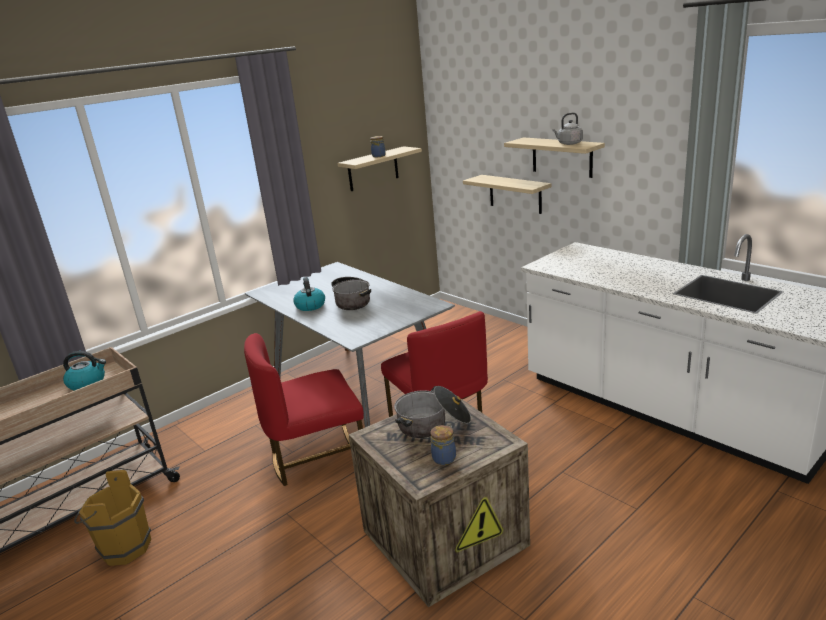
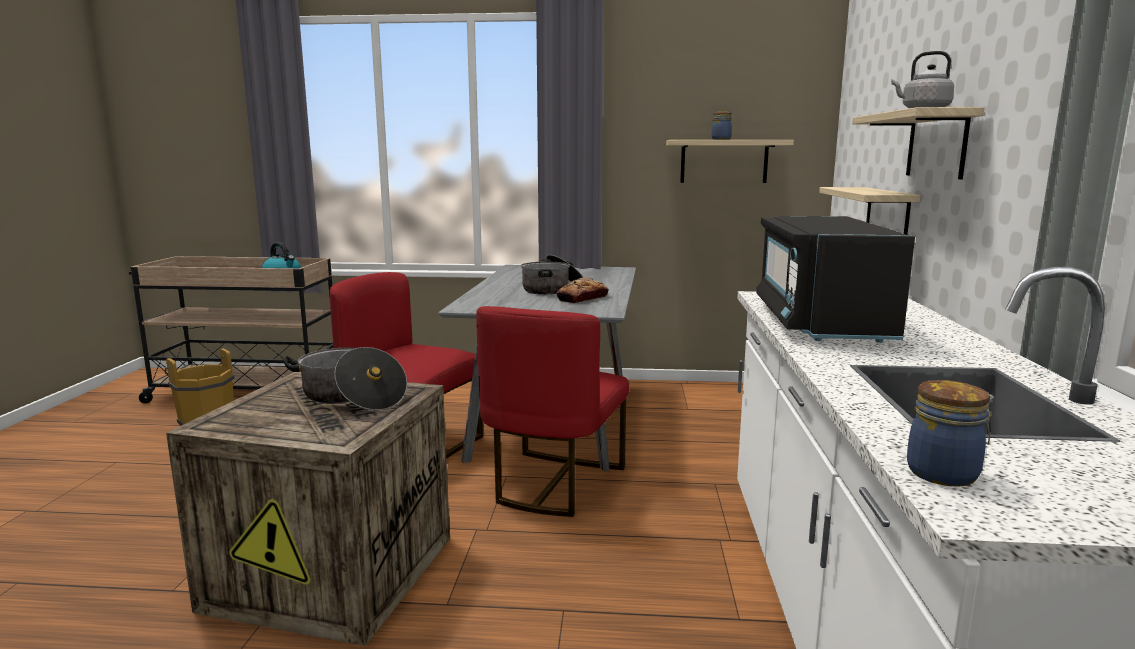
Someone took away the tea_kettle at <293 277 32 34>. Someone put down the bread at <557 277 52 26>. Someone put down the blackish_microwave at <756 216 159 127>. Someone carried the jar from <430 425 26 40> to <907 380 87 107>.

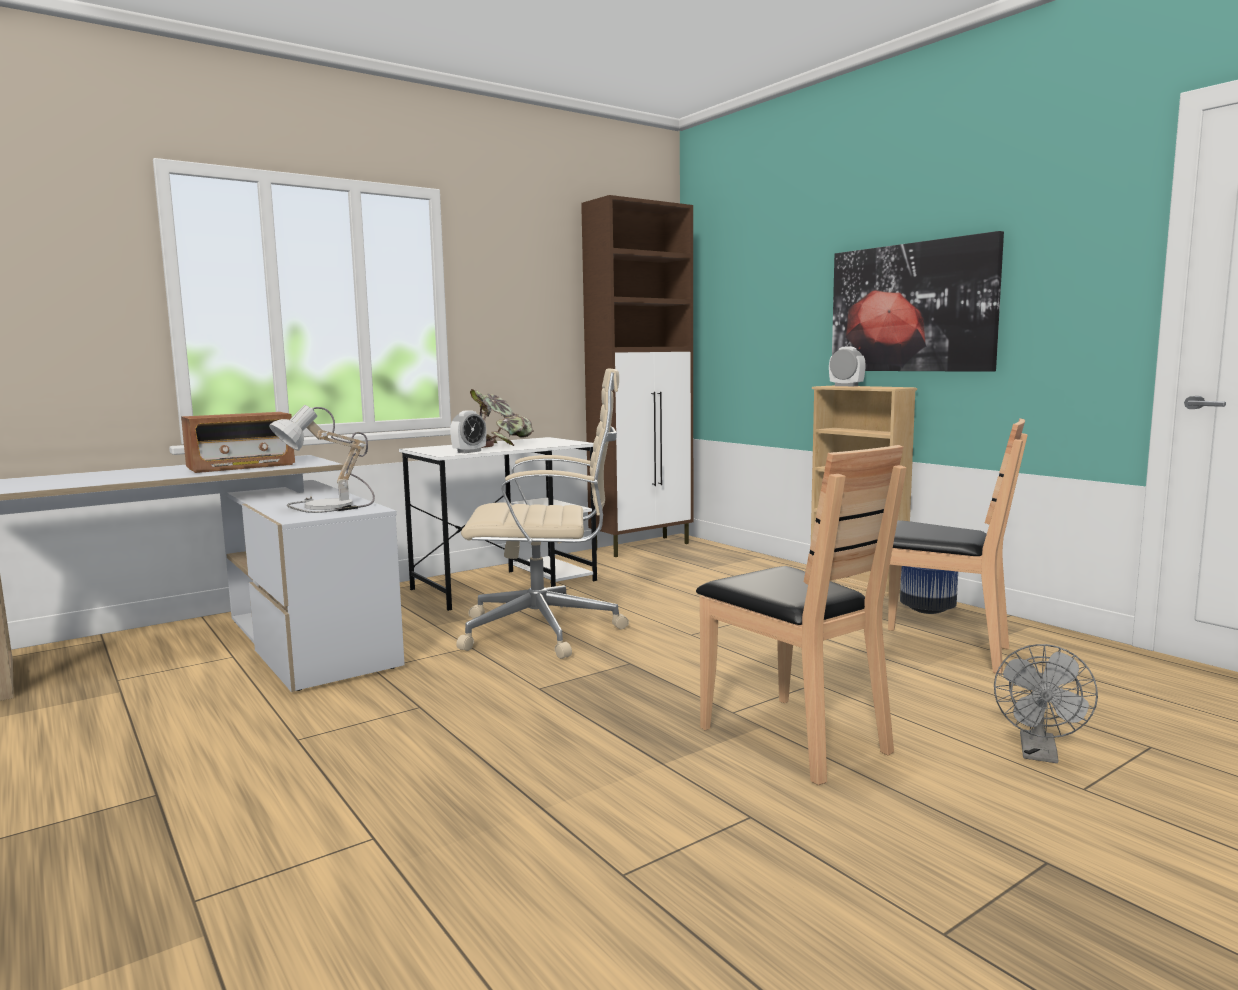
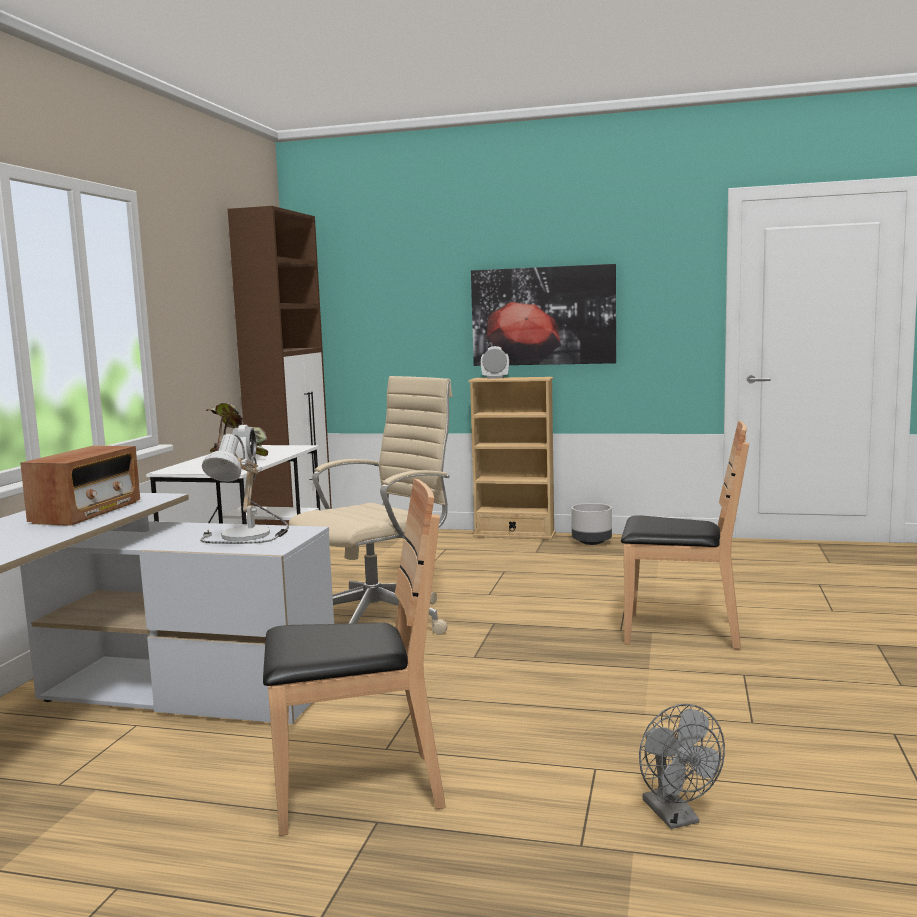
Someone carried the brownish_chair from <888 418 140 256> to <263 479 183 357>. Someone carried the gray_electric_fan from <994 644 104 119> to <639 704 86 125>. Someone repainted the blue-coloured_flower_pot at <900 566 58 48>, which became the gray_flower_pot at <571 503 41 42>.

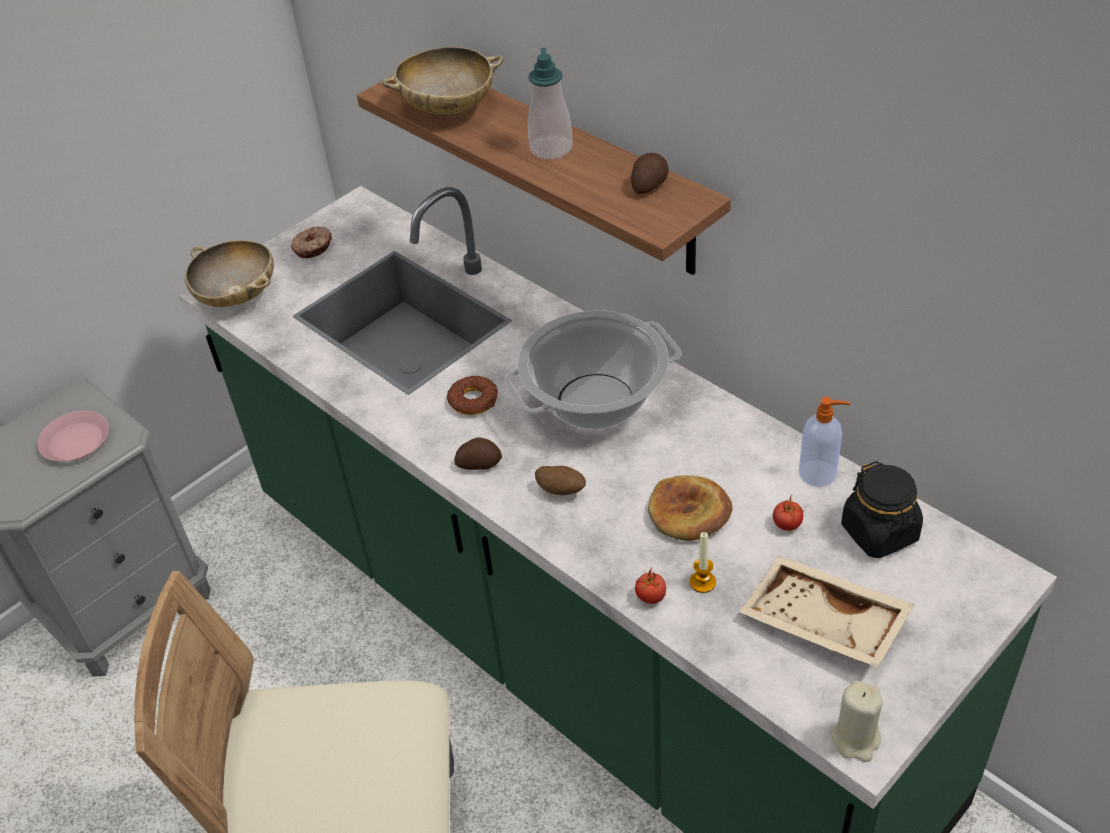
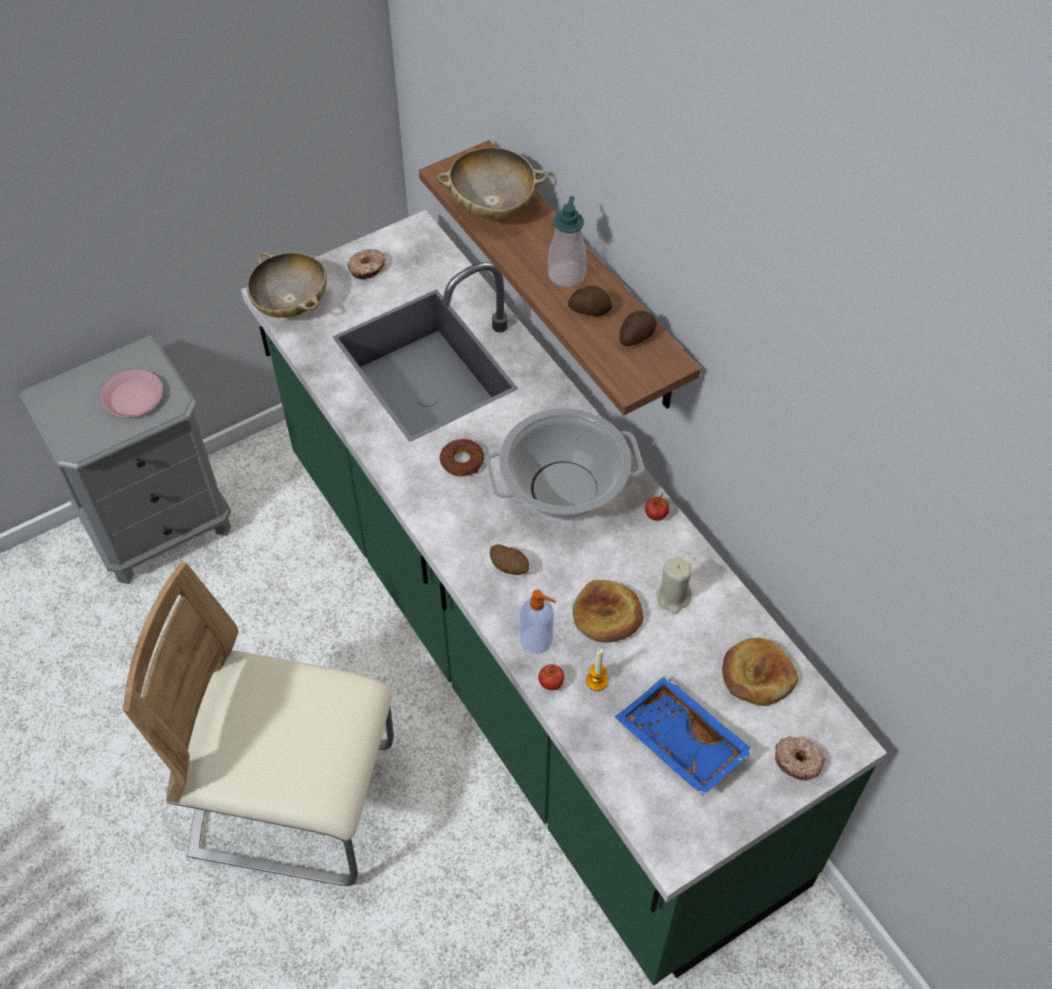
Someone put down the ring_doughnut at <775 736 50 45>. Someone carried the whole_potato from <454 438 48 32> to <568 285 44 32>. Someone carried the whole_tomato from <773 494 31 37> to <645 493 24 28>. Someone carried the soap_dispenser from <799 397 51 90> to <520 590 36 64>. Someone carried the beige_wax_light from <831 681 52 81> to <656 557 36 57>. Someone swapped the blackish_jar at <841 461 82 97> for the bread at <722 638 76 68>. Someone repainted the beige_tray at <739 556 176 112>, which became the blue-coloured_tray at <615 676 139 120>.

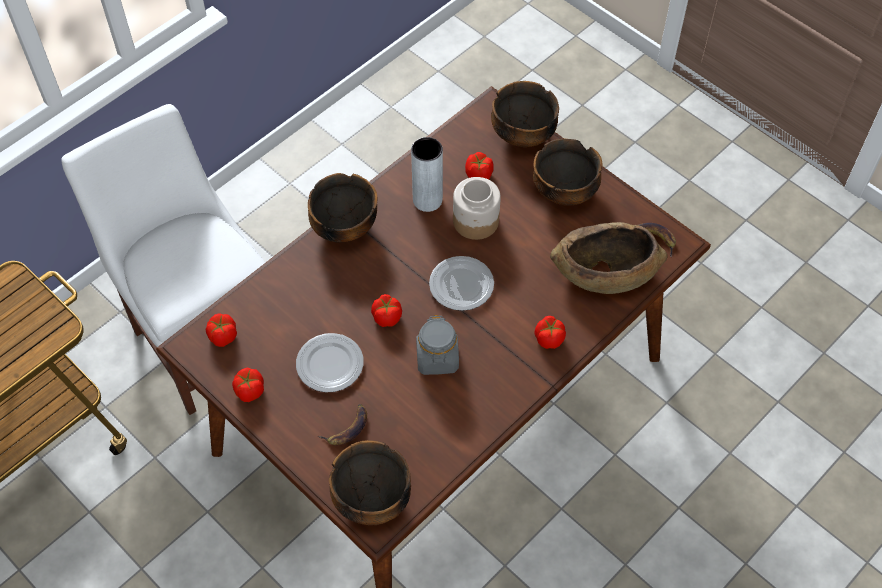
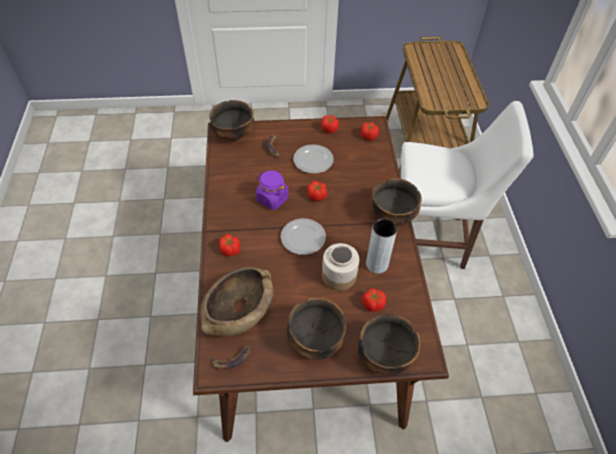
Someone repainted the gray_jar at <416 315 43 60>, which became the purplish_jar at <256 171 33 39>.

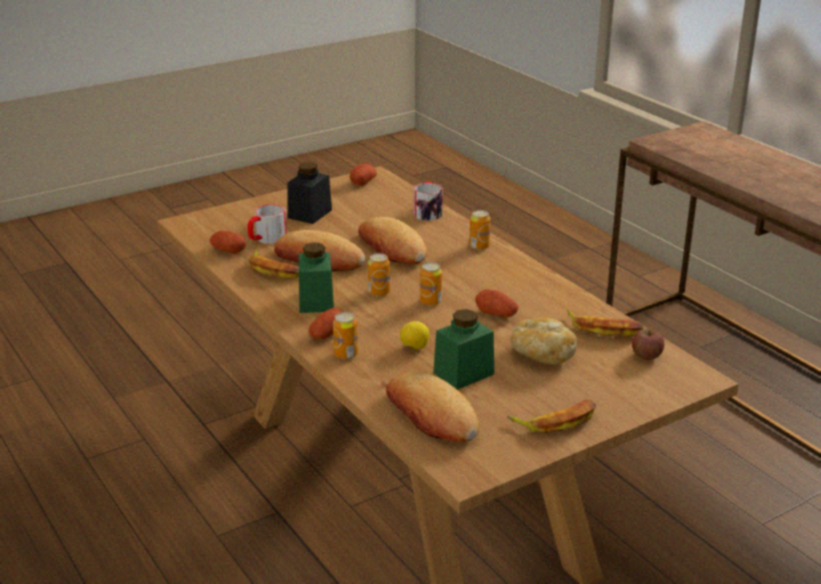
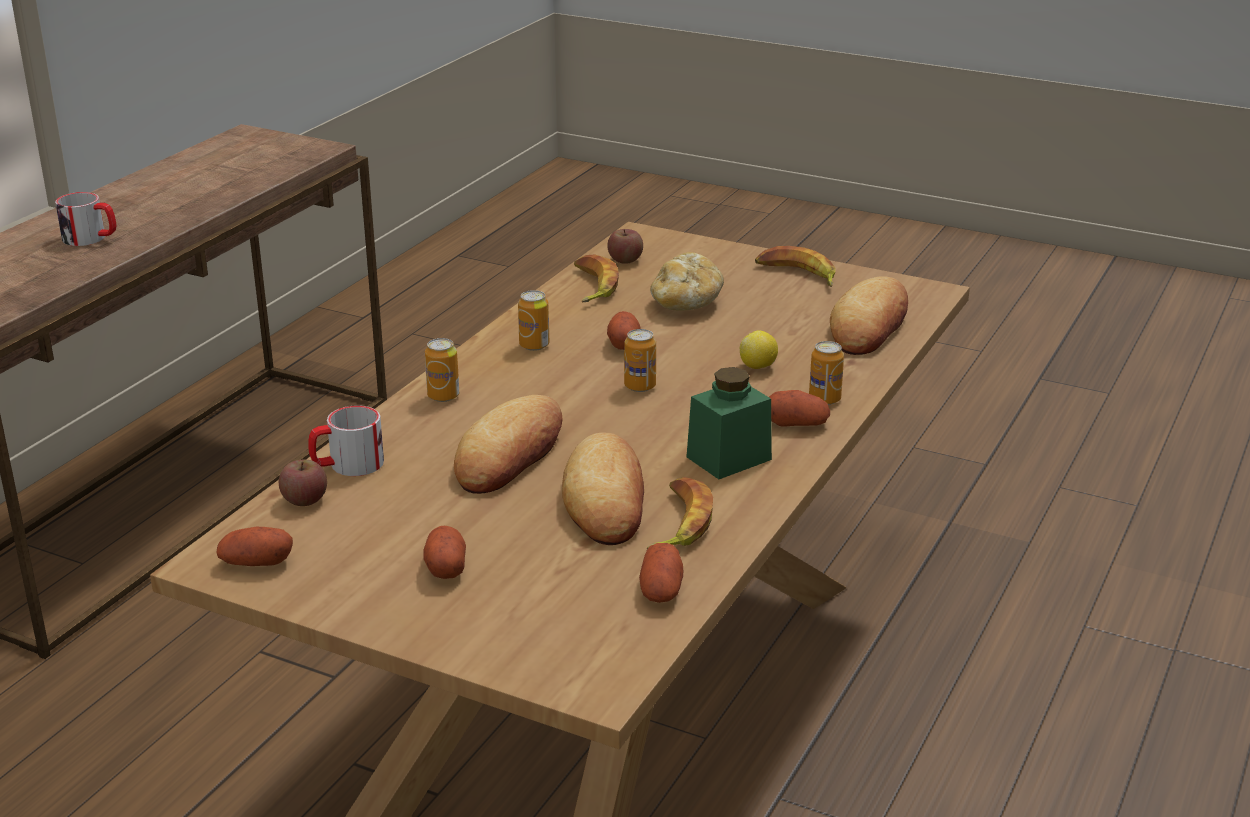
Someone took away the green_jar at <433 309 61 81>. Someone put down the whole_apple at <279 460 48 46>. Someone carried the mug from <248 204 39 40> to <55 192 61 54>. Someone carried the can from <368 253 22 43> to <518 290 31 61>. Someone swapped the blackish_jar at <288 162 44 62> for the whole_potato at <423 526 43 53>.

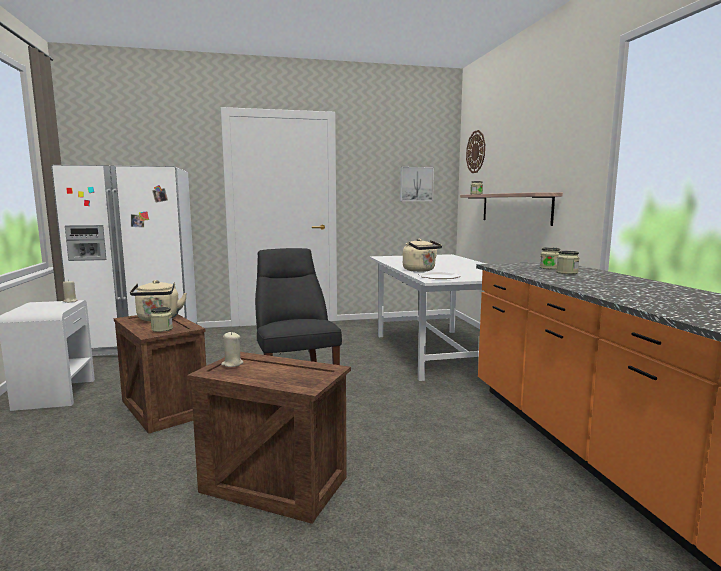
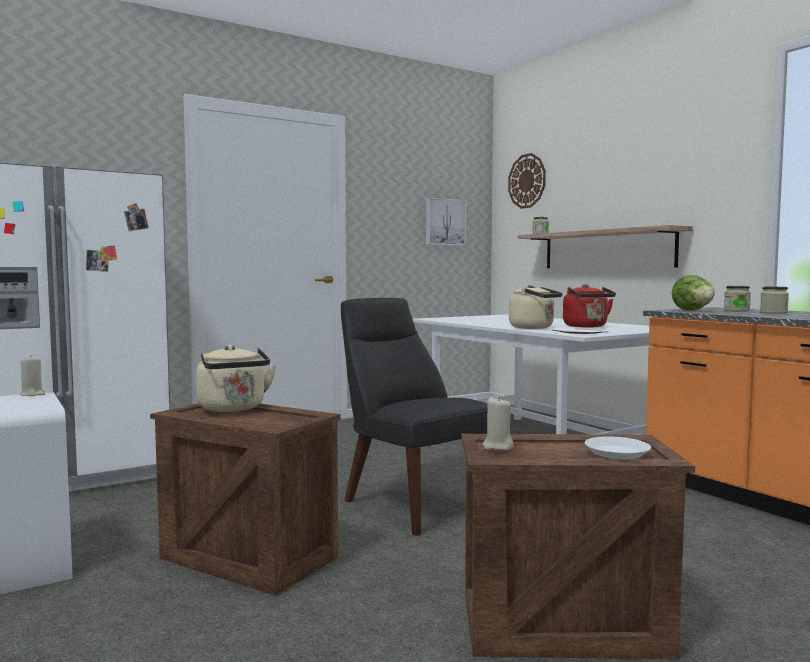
Someone took away the jar at <150 307 23 25>. Someone put down the reddish_tea_kettle at <563 284 53 44>. Someone put down the white_plate at <585 437 66 22>. Someone put down the lettuce_head at <671 275 44 36>.

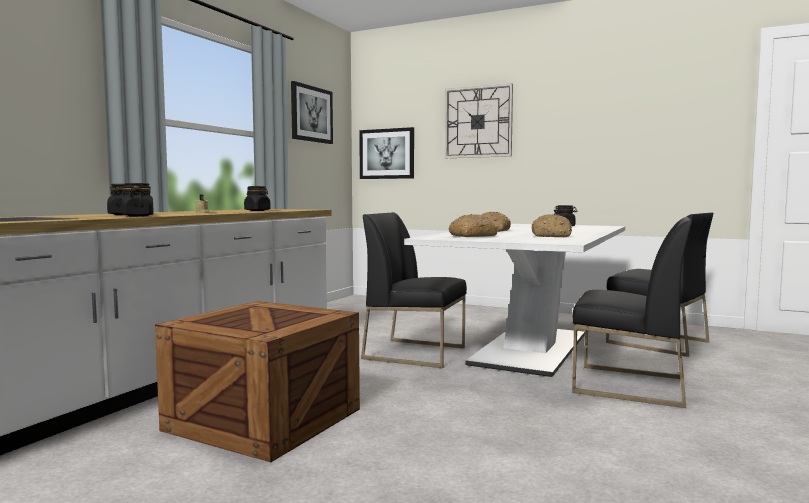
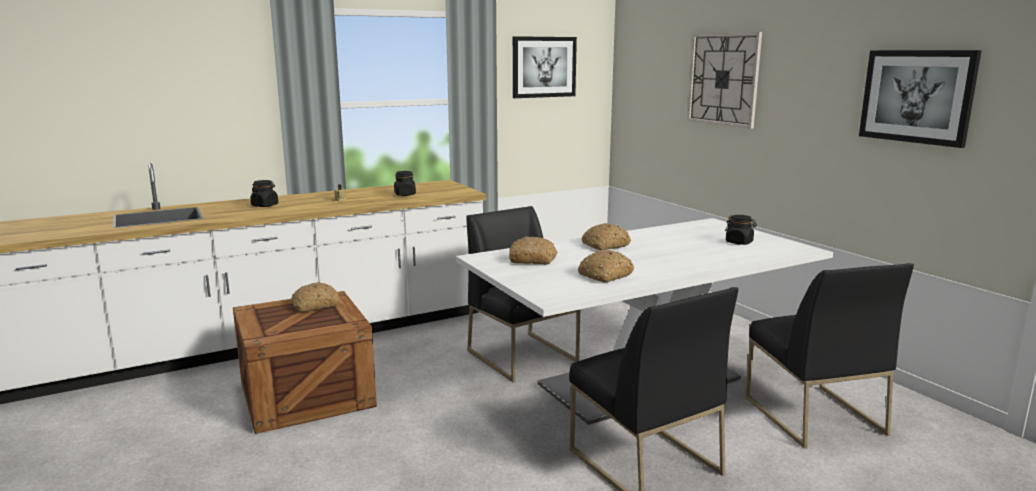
Someone took away the blackish_jar at <122 183 32 34>. Someone put down the bread at <291 282 48 30>. Someone carried the picture from <359 127 55 52> to <859 50 123 98>.

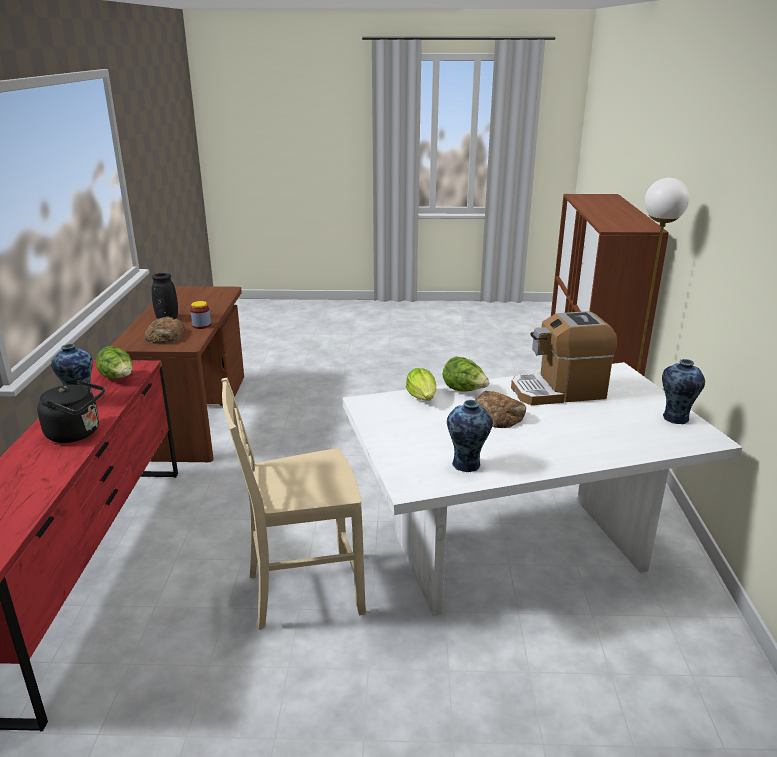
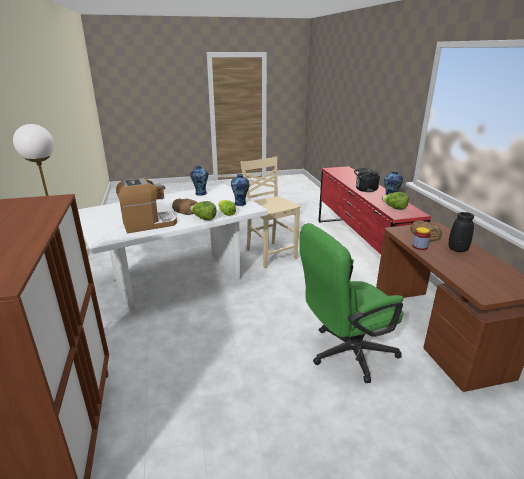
Someone put down the green_desk_chair at <299 223 105 160>. Someone carried the vase from <662 359 43 65> to <231 174 18 32>. Someone rotated the beige_chair at <221 378 145 252> by 90 degrees counterclockwise.

